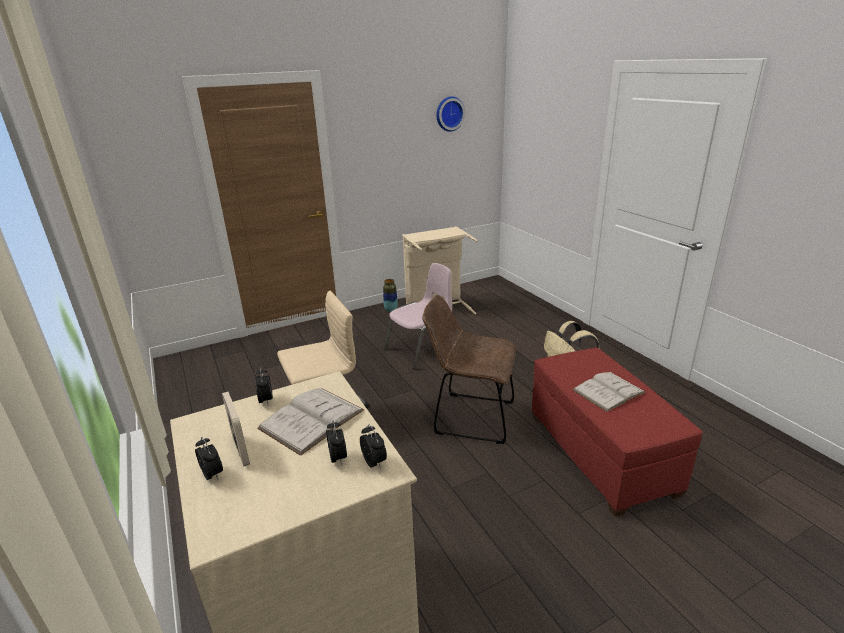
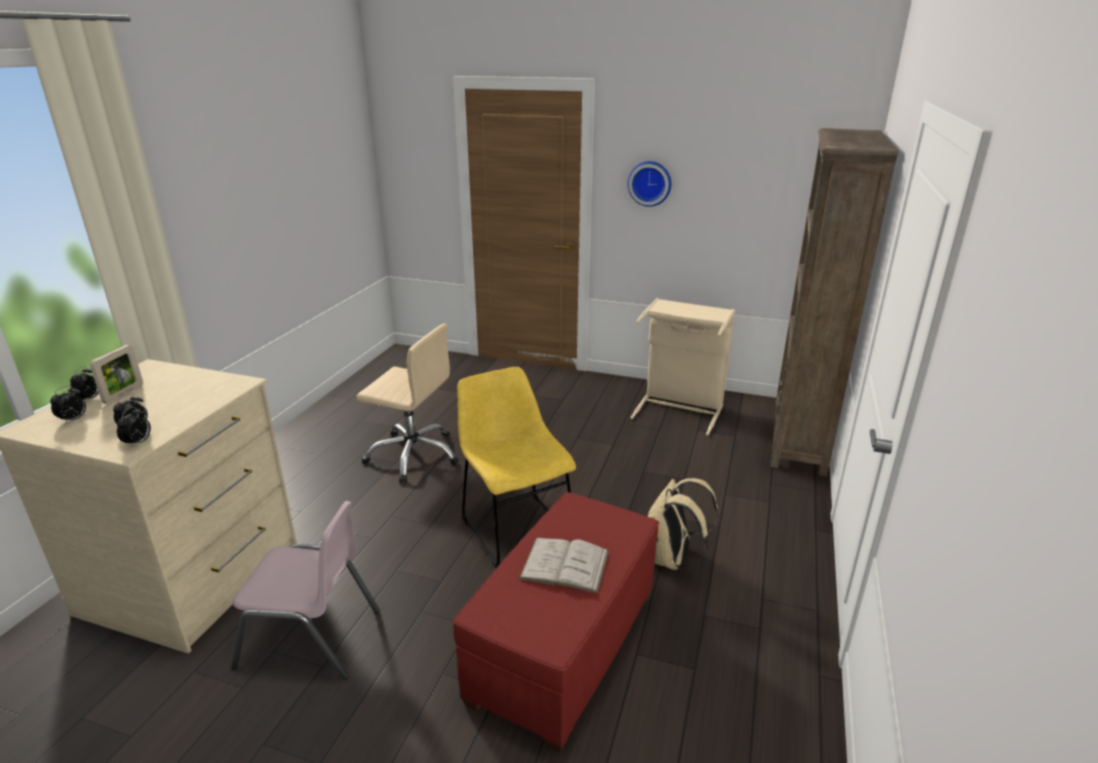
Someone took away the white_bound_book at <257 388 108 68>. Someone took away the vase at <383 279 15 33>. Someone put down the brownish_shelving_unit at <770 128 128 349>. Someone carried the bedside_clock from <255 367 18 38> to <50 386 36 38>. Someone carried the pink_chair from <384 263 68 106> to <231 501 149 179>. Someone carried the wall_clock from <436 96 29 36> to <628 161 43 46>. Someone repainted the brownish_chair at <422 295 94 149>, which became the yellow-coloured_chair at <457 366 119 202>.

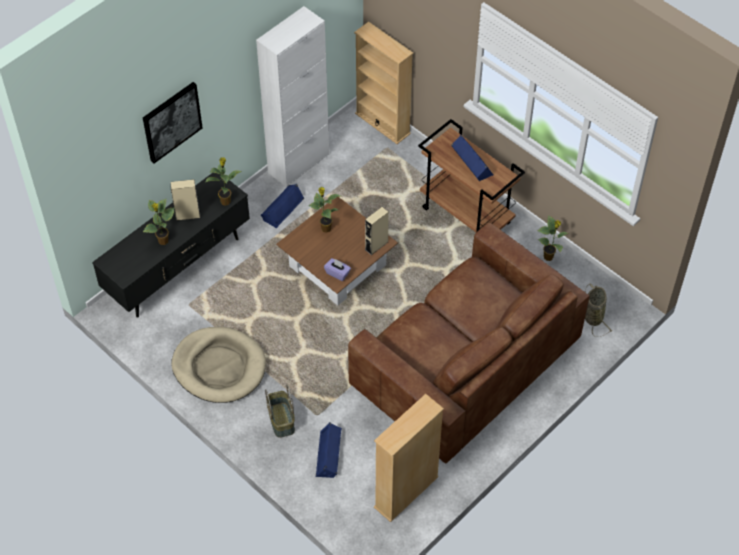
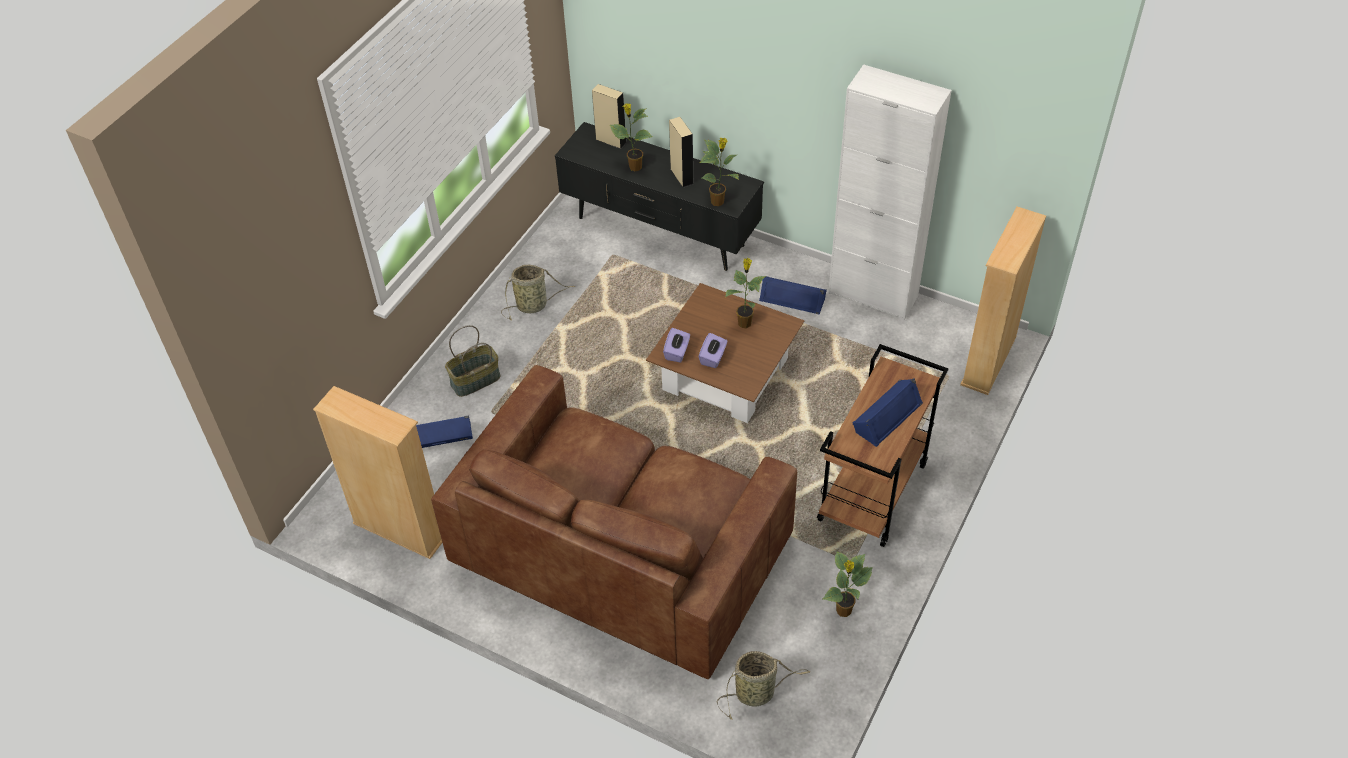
Someone took away the picture at <143 82 60 81>. Someone put down the purplish_box_of_tissues at <699 333 29 35>. Someone carried the beige_loudspeaker from <365 207 24 48> to <592 84 35 65>. Someone swapped the beige_dog_bed at <171 327 95 76> for the storage_basket at <501 265 75 56>.

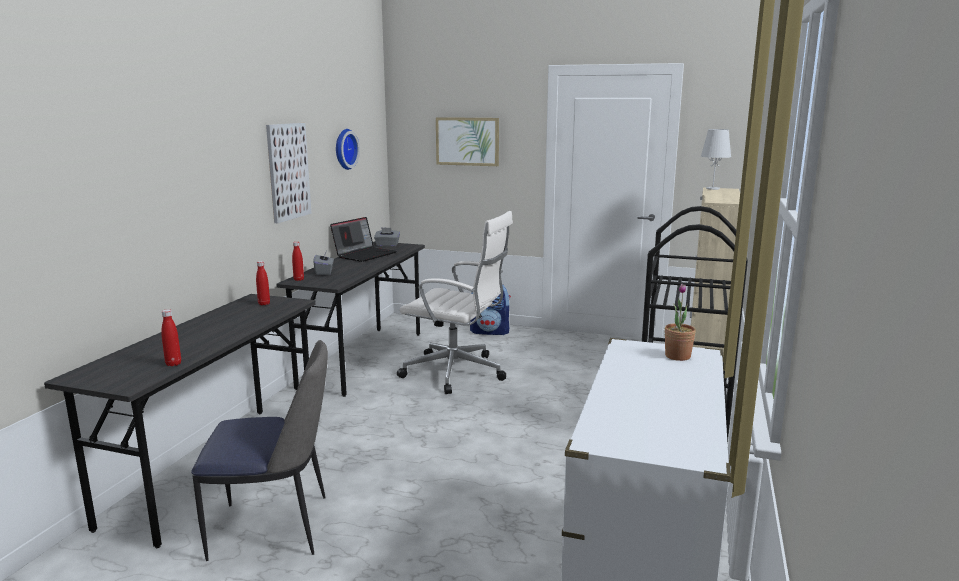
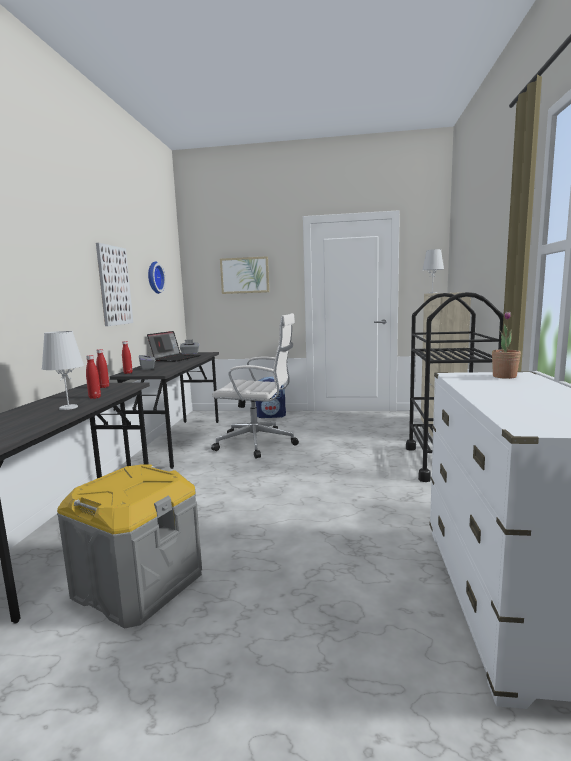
Someone put down the white_lamp_for_a_table at <42 331 42 79>. Someone carried the reddish_bottle from <161 309 20 57> to <86 355 15 44>. Someone swapped the chair at <191 340 137 221> for the gray_storage_box at <57 464 145 164>.

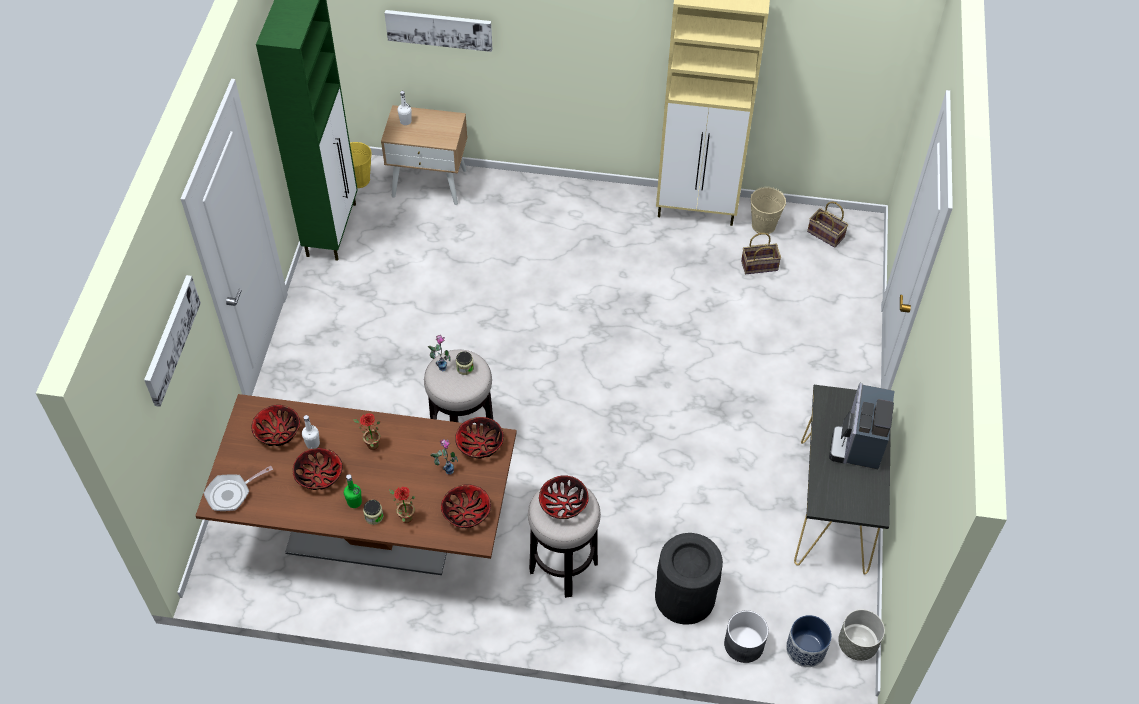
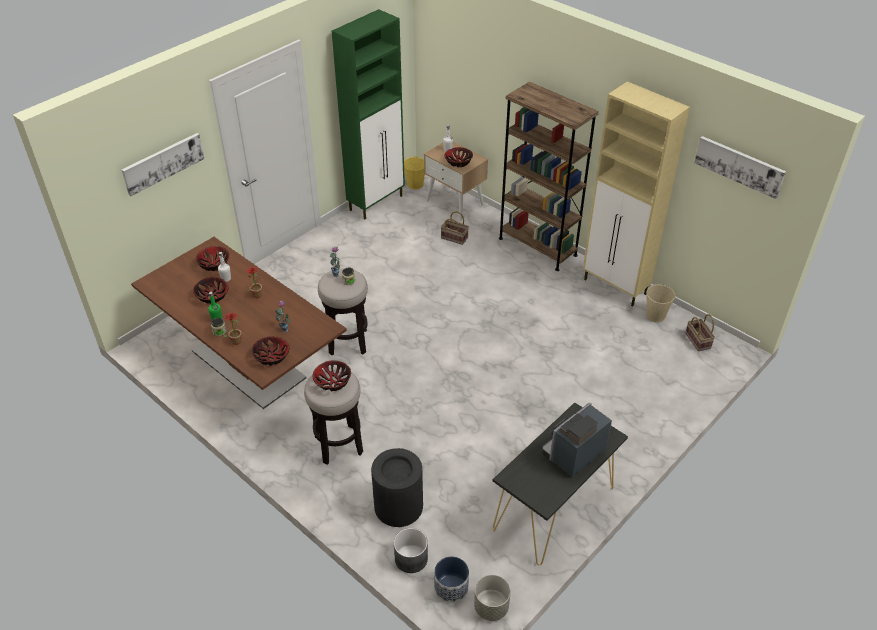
Someone took away the skillet at <204 465 69 46>. Someone put down the brownish_shelving_unit at <499 82 100 189>. Someone carried the picture from <385 10 107 42> to <694 136 92 63>. Someone carried the serving_bowl from <455 417 49 42> to <444 147 29 20>. Someone carried the storage_basket from <741 233 40 41> to <441 211 28 34>.

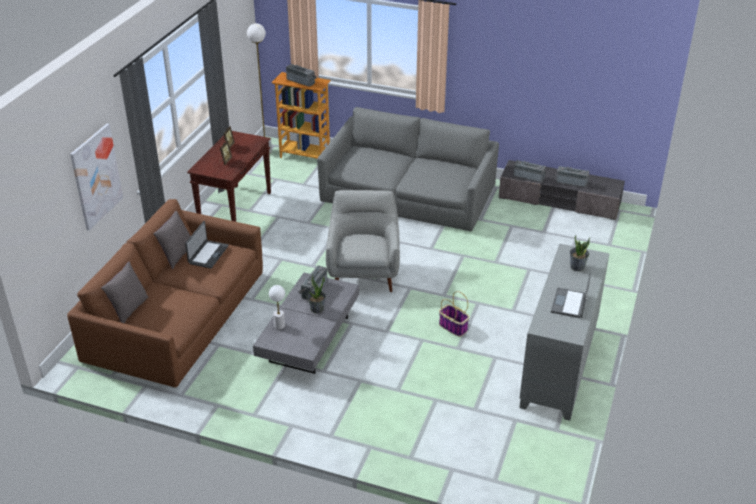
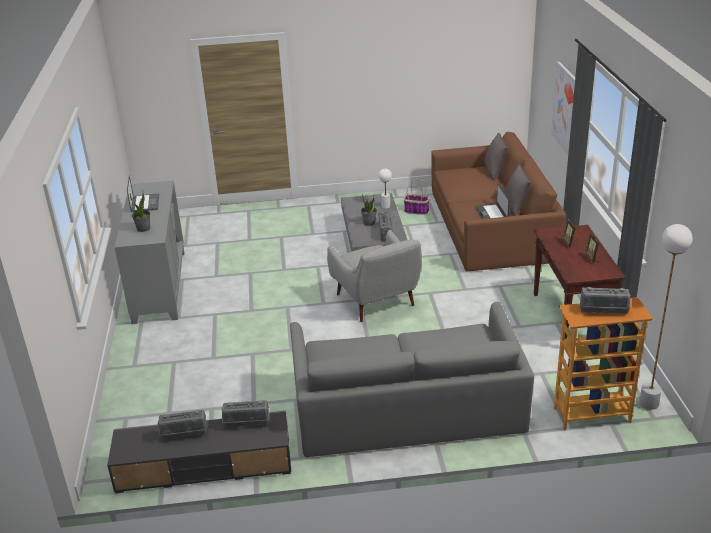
Someone carried the storage_basket from <439 291 31 46> to <404 179 26 36>.

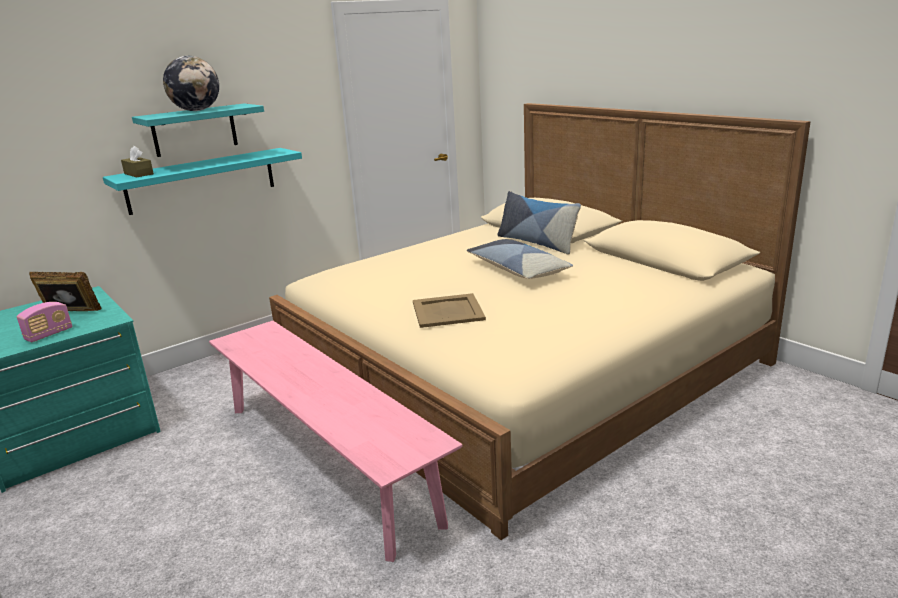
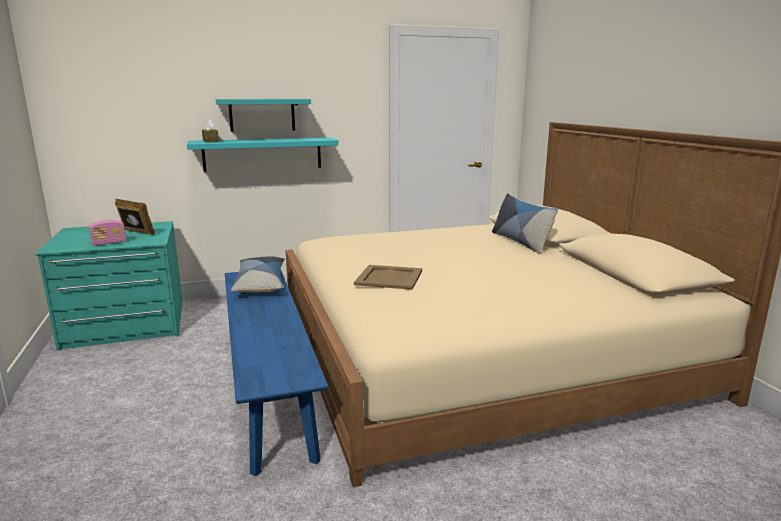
Someone took away the desk_globe at <163 56 56 55>. Someone carried the cushion from <467 239 106 40> to <231 256 54 36>. Someone repainted the pink_indoor_bench at <209 321 254 241>, which became the blue-coloured_indoor_bench at <225 271 103 205>.

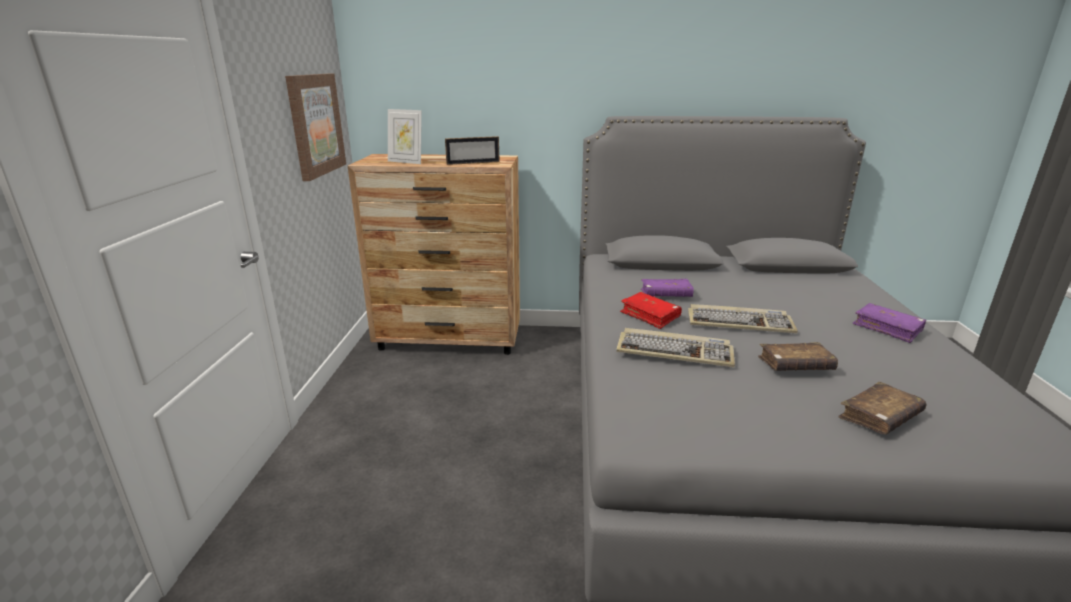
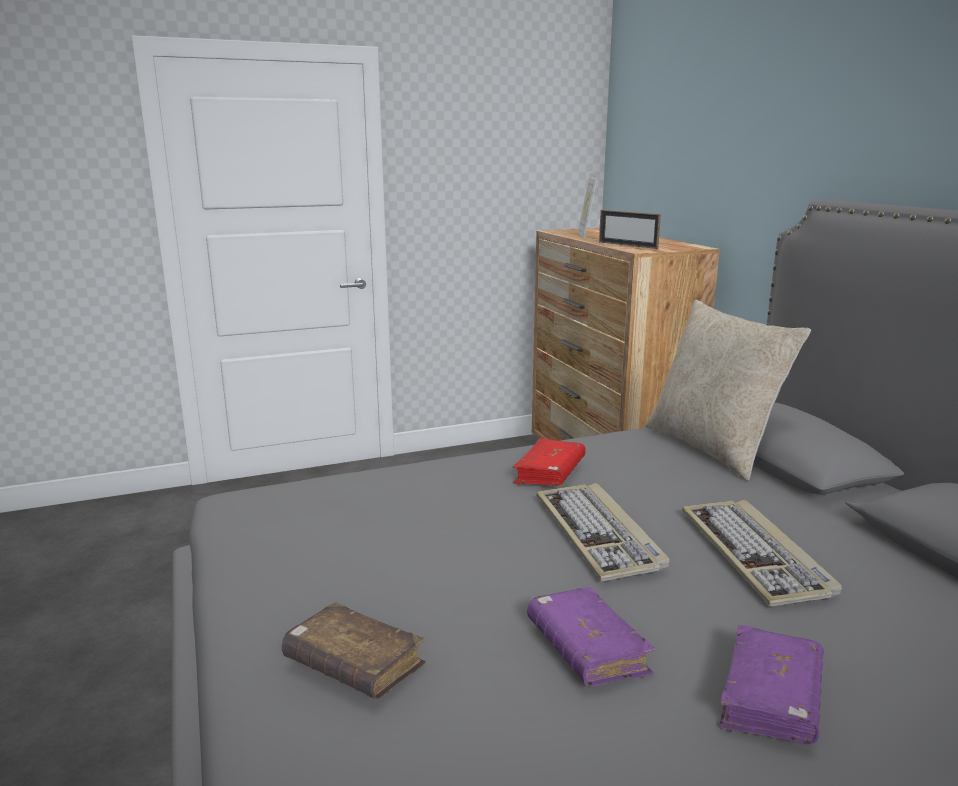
Someone took away the picture at <285 74 61 107>. Someone took away the brownish_bound_book at <758 342 80 29>. Someone put down the beige_cushion at <645 300 166 181>. Someone carried the computer_keyboard from <616 328 119 39> to <682 500 160 106>. Someone carried the purplish_bound_book from <641 279 53 18> to <527 587 129 100>.

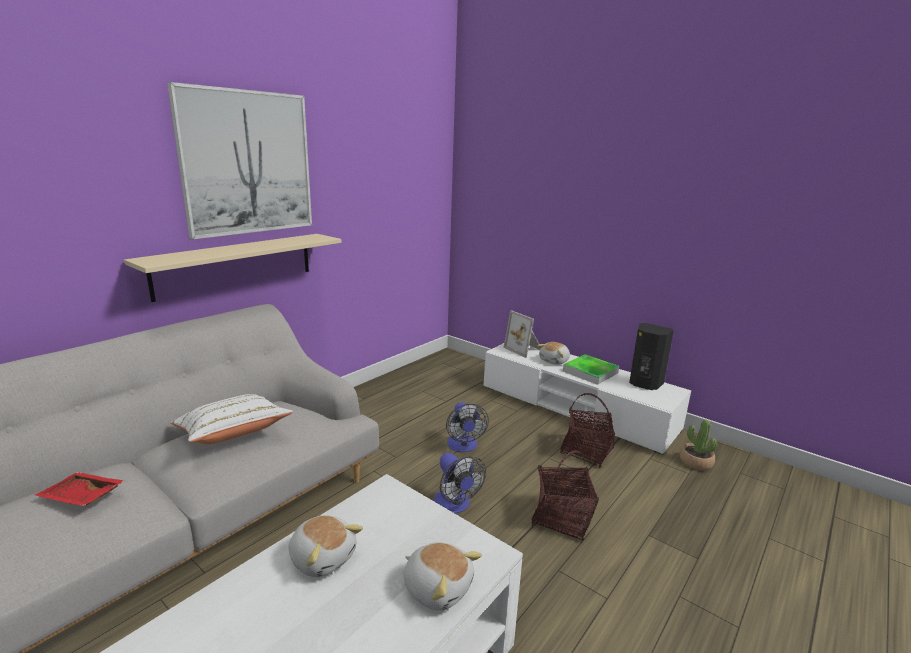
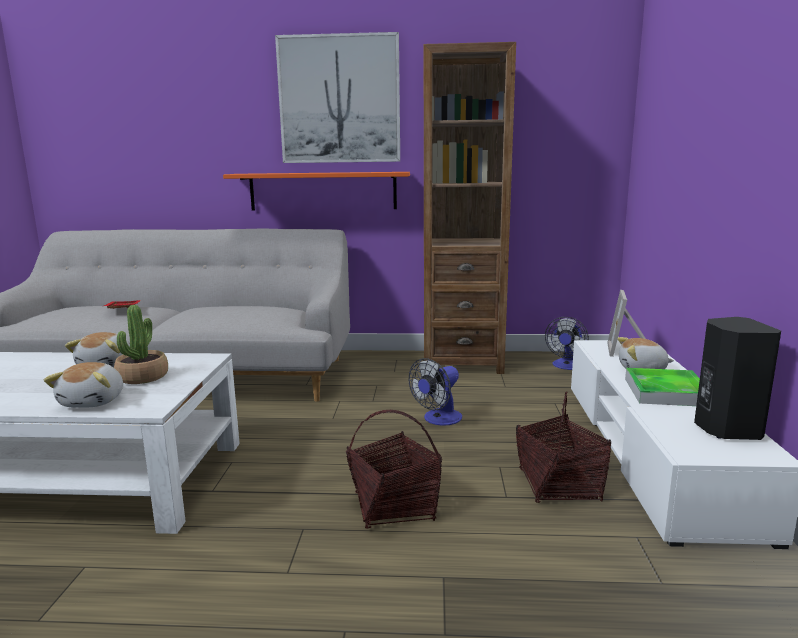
Someone took away the white_cushion at <171 394 122 50>. Someone put down the brownish_shelving_unit at <424 42 92 332>. Someone carried the electric_fan from <434 453 52 61> to <545 317 44 53>. Someone carried the houseplant from <680 420 37 50> to <114 305 54 79>. Someone repainted the beige_shelf at <124 234 218 68>, which became the orange-coloured_shelf at <223 172 187 39>.

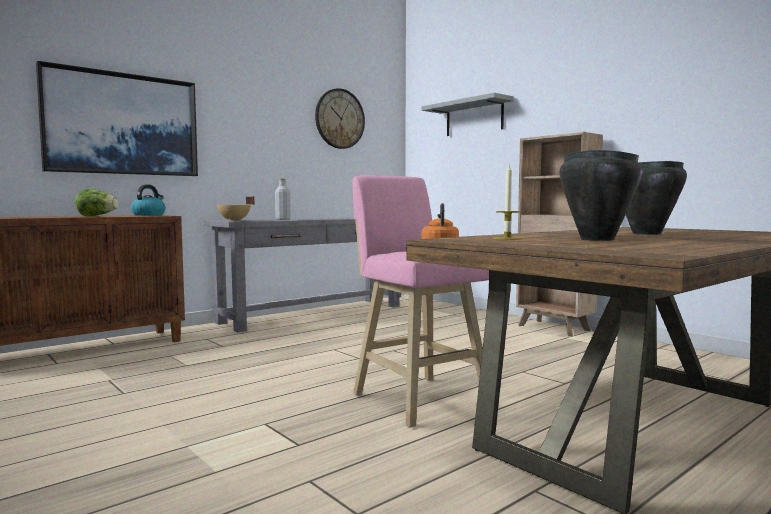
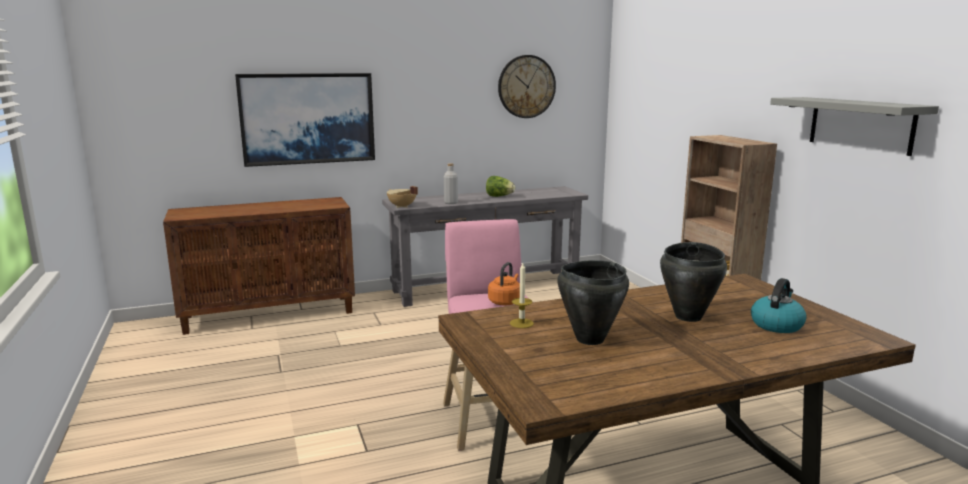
Someone carried the lettuce_head from <75 189 44 27> to <486 176 29 21>. Someone carried the tea_kettle from <131 184 35 32> to <751 278 56 55>. Someone carried the gray_shelf from <421 93 92 43> to <770 97 169 59>.

